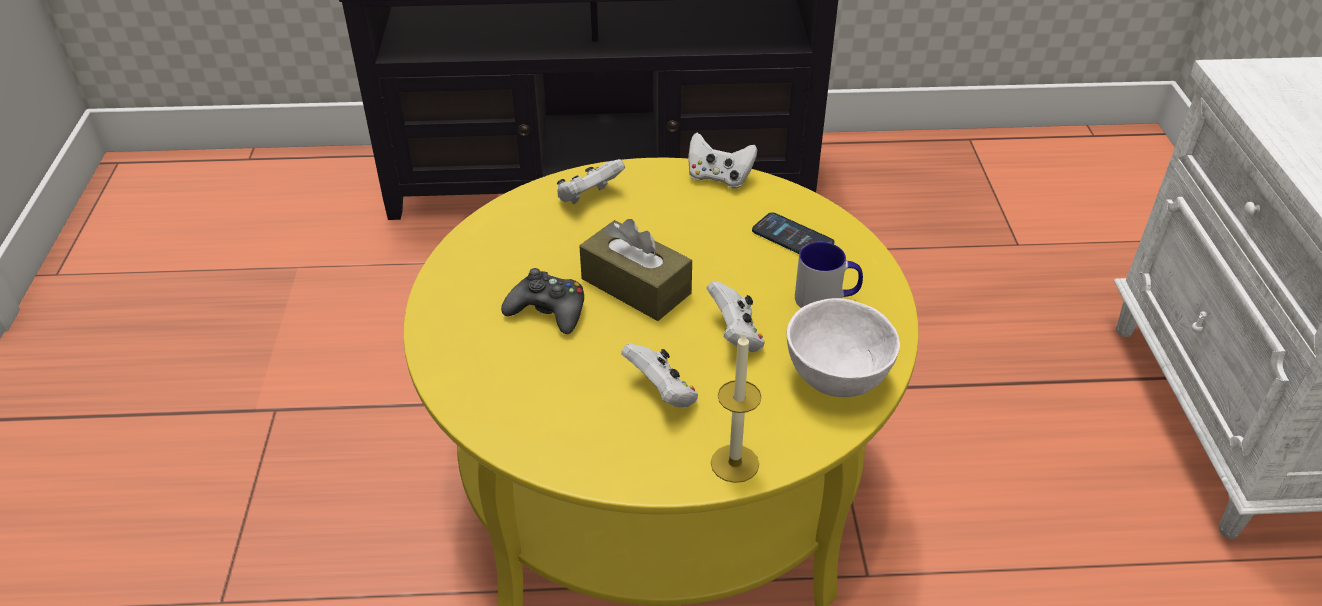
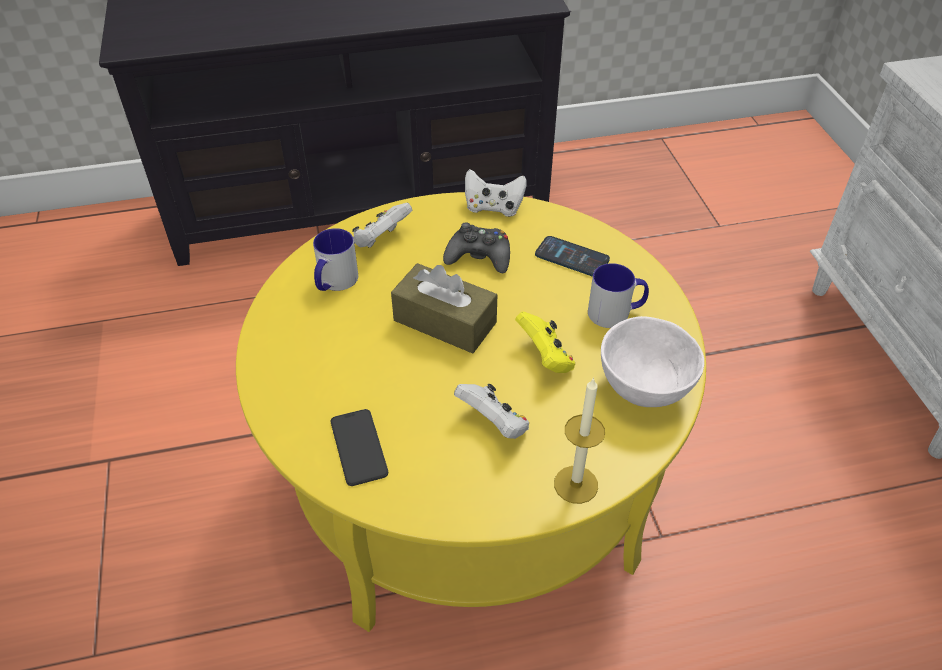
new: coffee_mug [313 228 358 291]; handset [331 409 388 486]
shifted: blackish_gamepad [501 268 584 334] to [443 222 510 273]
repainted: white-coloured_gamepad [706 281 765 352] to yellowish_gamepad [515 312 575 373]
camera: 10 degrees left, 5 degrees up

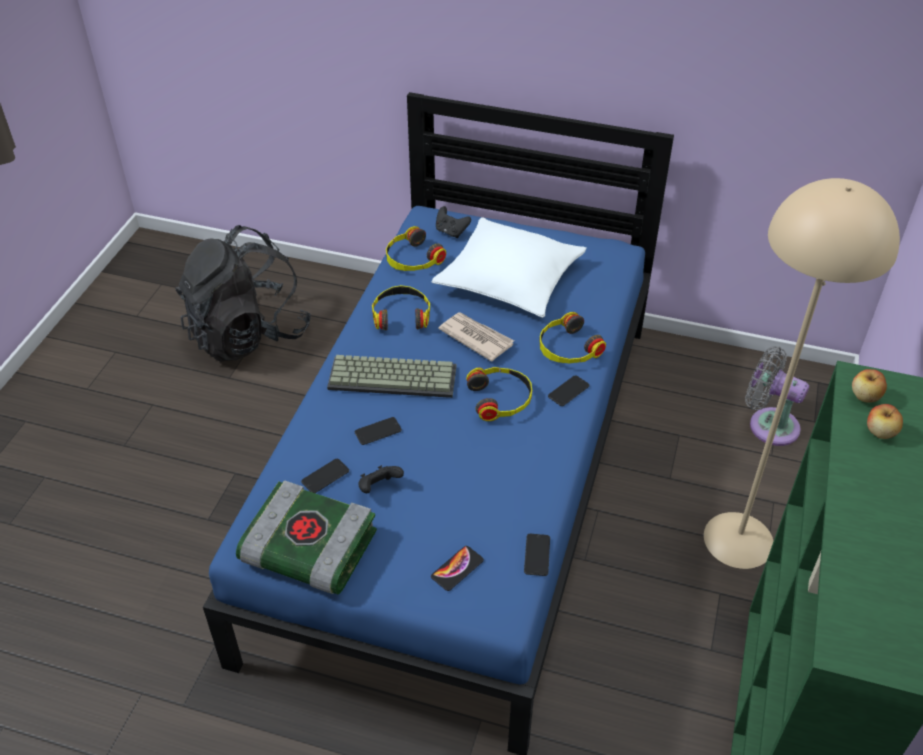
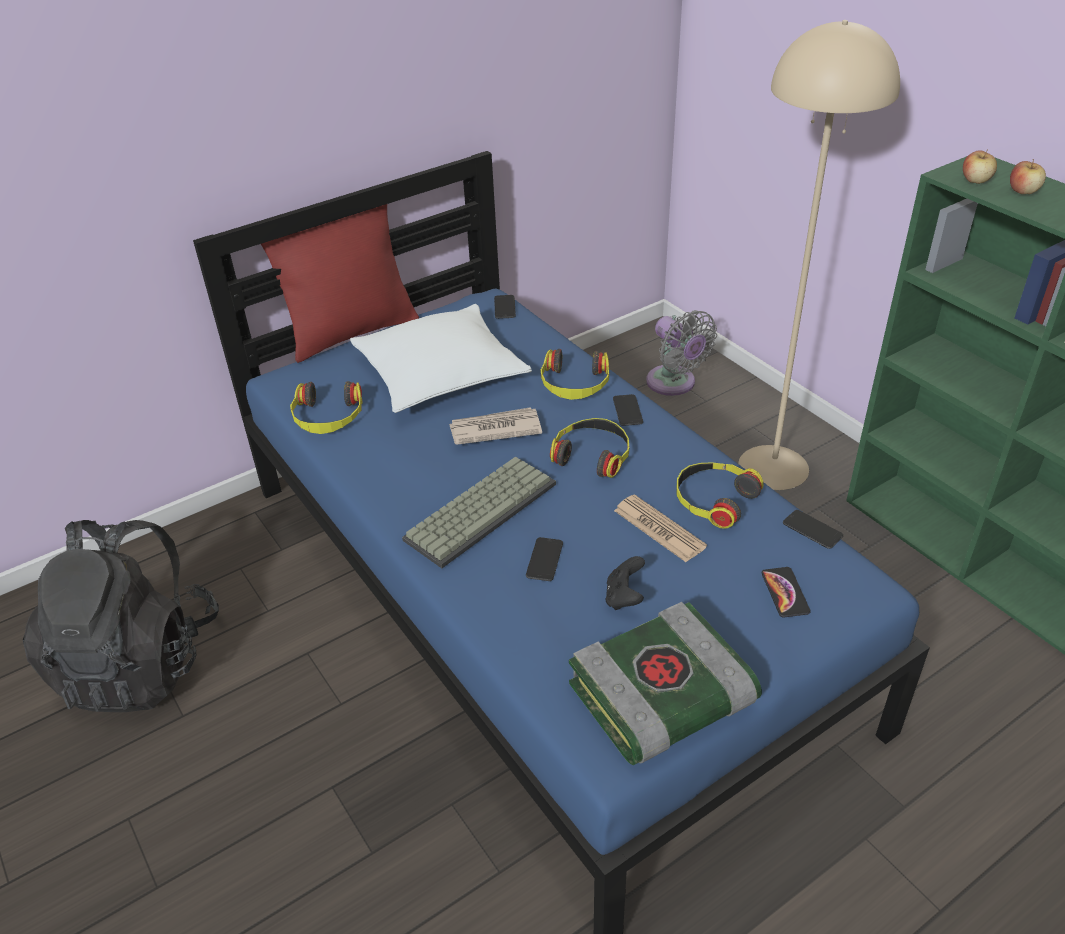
gone: blackish_gamepad [436 206 471 238]
new: reddish_cushion [261 204 419 363]; daily_paper [614 494 707 562]
shifted: handset [301 459 349 493] to [494 295 516 319]; headset [372 285 430 330] to [676 462 764 529]
rotated: gray_cooling_fan [745 346 809 446] = [646 310 717 396] 105 degrees counterclockwise
camera: 50 degrees left, 5 degrees down

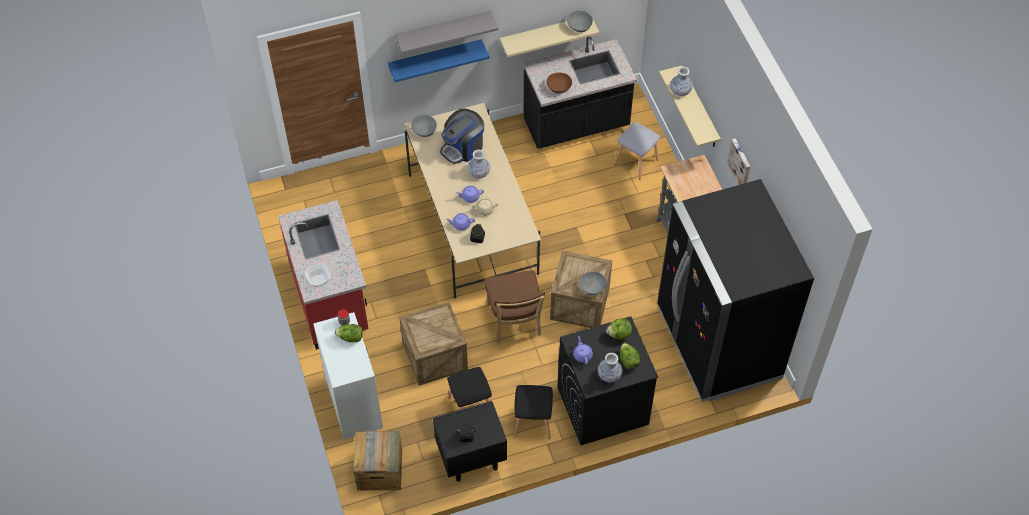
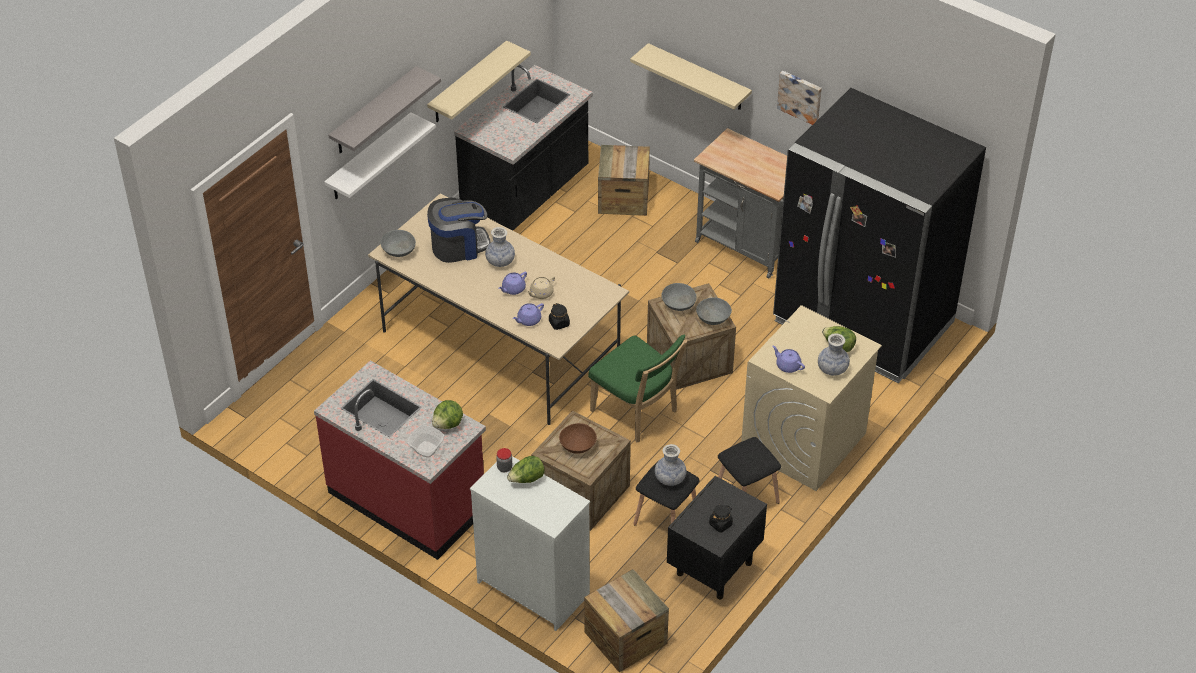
shifted: lettuce [606 318 632 340] to [432 400 463 429]; brown_bowl [546 73 572 93] to [559 423 597 454]; vase [670 66 693 96] to [655 444 686 486]; gray_bowl [567 11 593 32] to [661 283 697 311]
swapped: gray_stool [614 122 660 180] to shipping_crate [598 145 650 216]
repainted: blue-coloured_shelf [388 39 489 82] to white-coloured_shelf [324 112 436 199]; brown_plain_chair [484 270 545 343] to greenish_plain_chair [588 335 688 442]; blackish_laundry_machine [557 316 658 445] to beige_laundry_machine [741 305 882 491]
rotated: coffee_maker [440 108 484 164] = [427 198 491 263] 120 degrees counterclockwise
camera: 35 degrees left, 10 degrees down

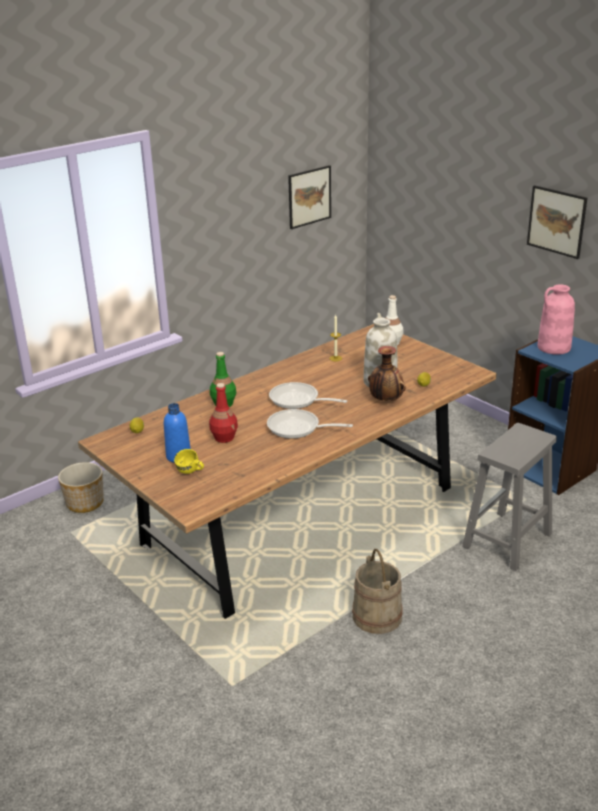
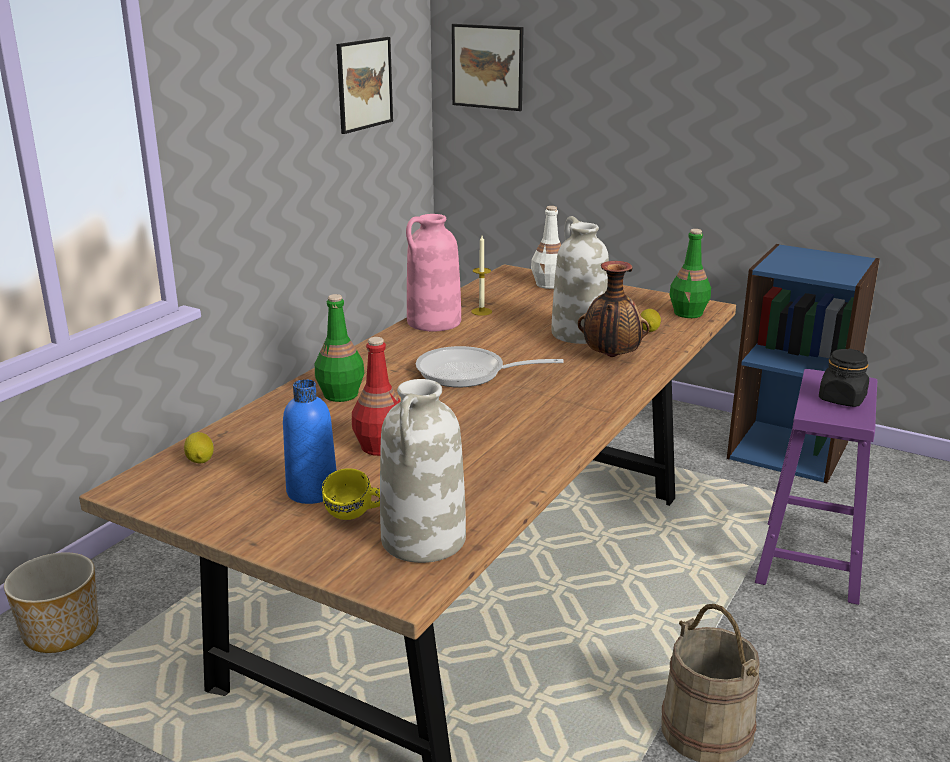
gone: frying_pan [267 409 353 439]
new: white-coloured_vase [380 379 466 563]; greenish_drink_bottle [669 229 711 318]; blackish_storage_jar [819 349 869 407]
shifted: pink-coloured_vase [537 284 575 355] to [406 214 461 332]; wall_art [527 185 587 259] to [452 24 524 111]
repainted: gray_stool [462 423 557 571] to purplish_stool [755 369 877 605]
camera: 20 degrees left, 5 degrees down

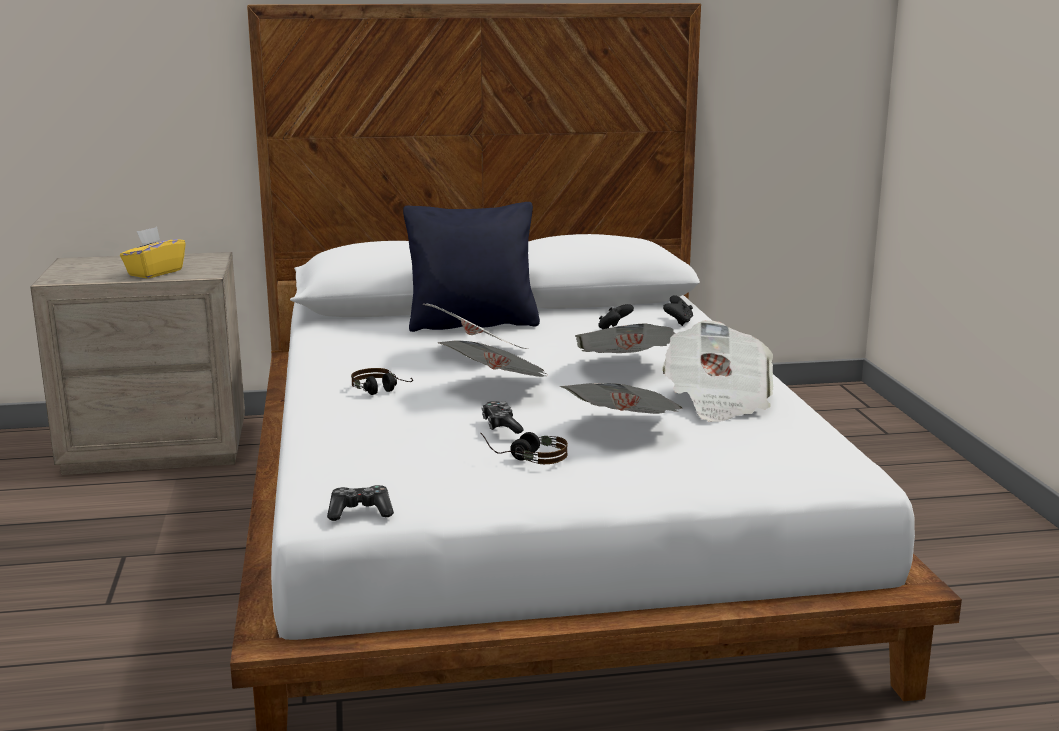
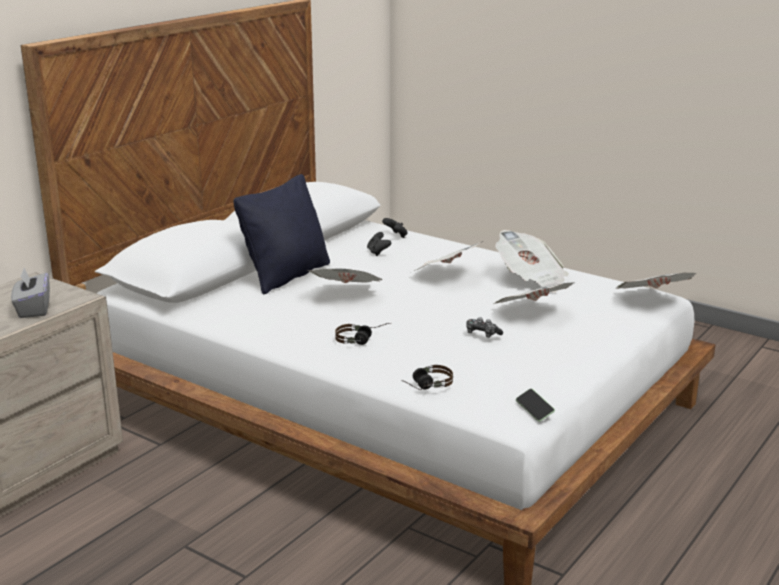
shifted: headset [480 432 568 464] to [401 365 453 390]; daily_paper [438 341 546 377] to [615 272 696 289]
swapped: gamepad [327 485 394 521] to handset [516 389 555 422]
repainted: yellowish_tissue_holder [120 227 186 278] to gray_tissue_holder [11 268 50 318]
camera: 45 degrees left, 5 degrees up

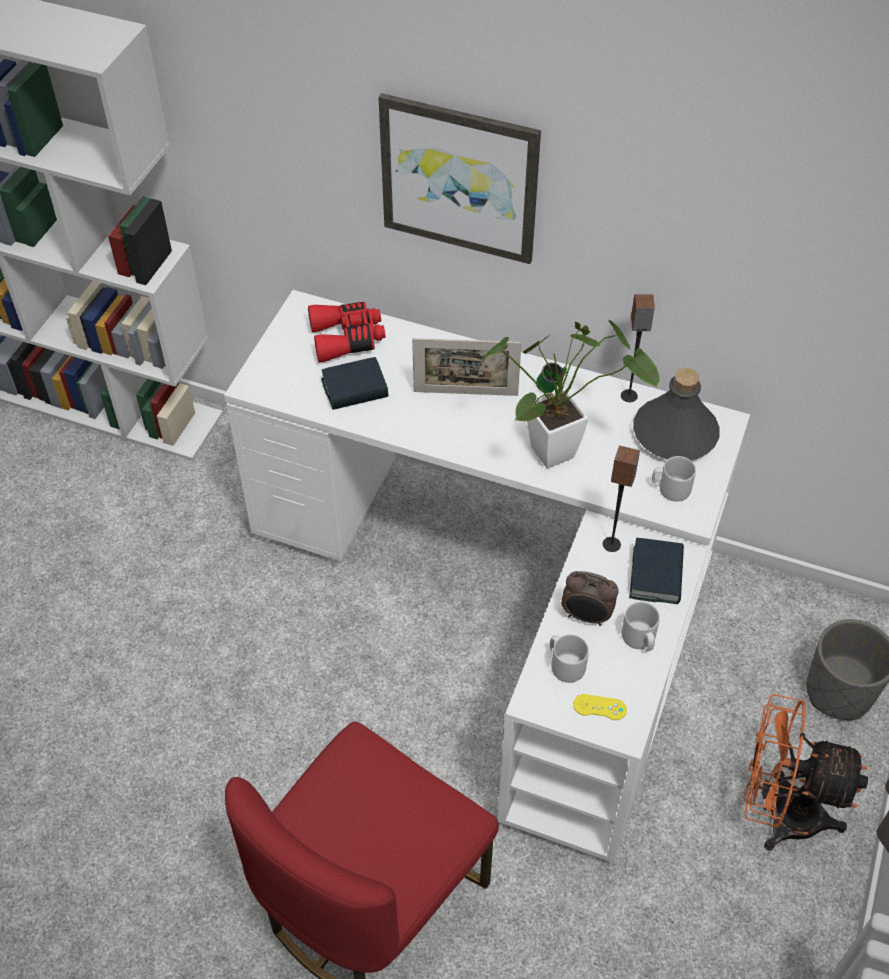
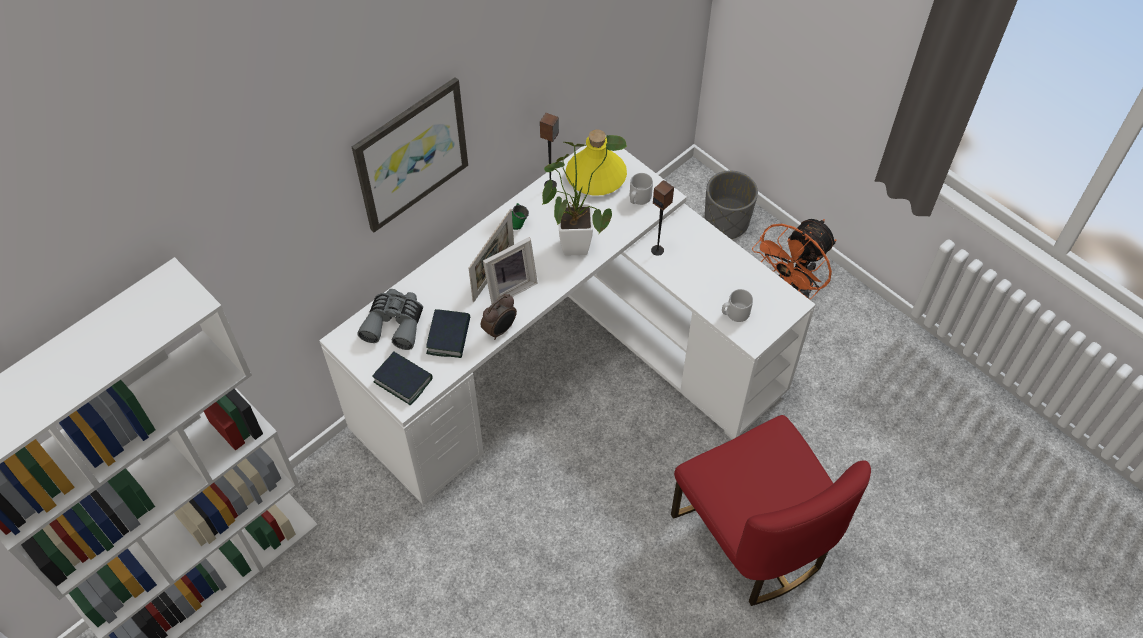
gone: yellowish_gamepad [573 694 627 720]; gray_coffee_mug [622 602 660 651]
new: standing_frame [483 237 538 304]
shifted: volume [629 538 684 604] to [372 352 433 406]; table_clock [561 571 619 626] to [481 294 517 340]
repainted: reddish_binoculars [308 302 386 363] to gray_binoculars [358 289 423 350]; gray_drink_bottle [633 368 720 460] to yellowish_drink_bottle [566 129 627 196]
camera: 65 degrees left, 5 degrees up

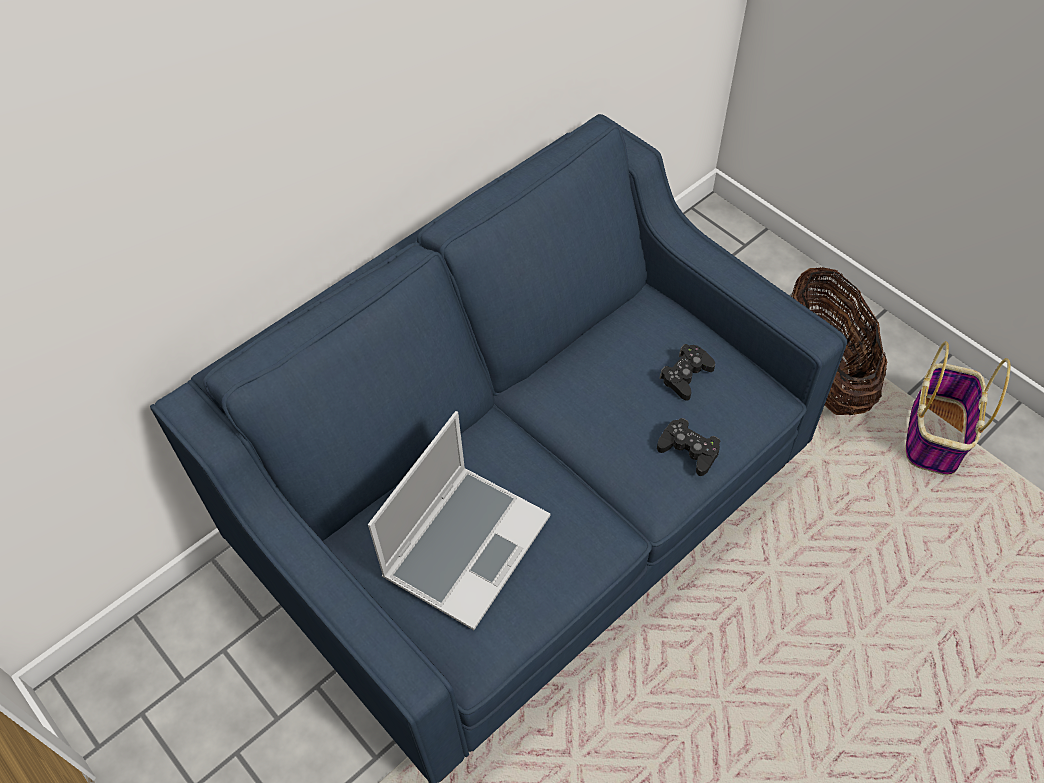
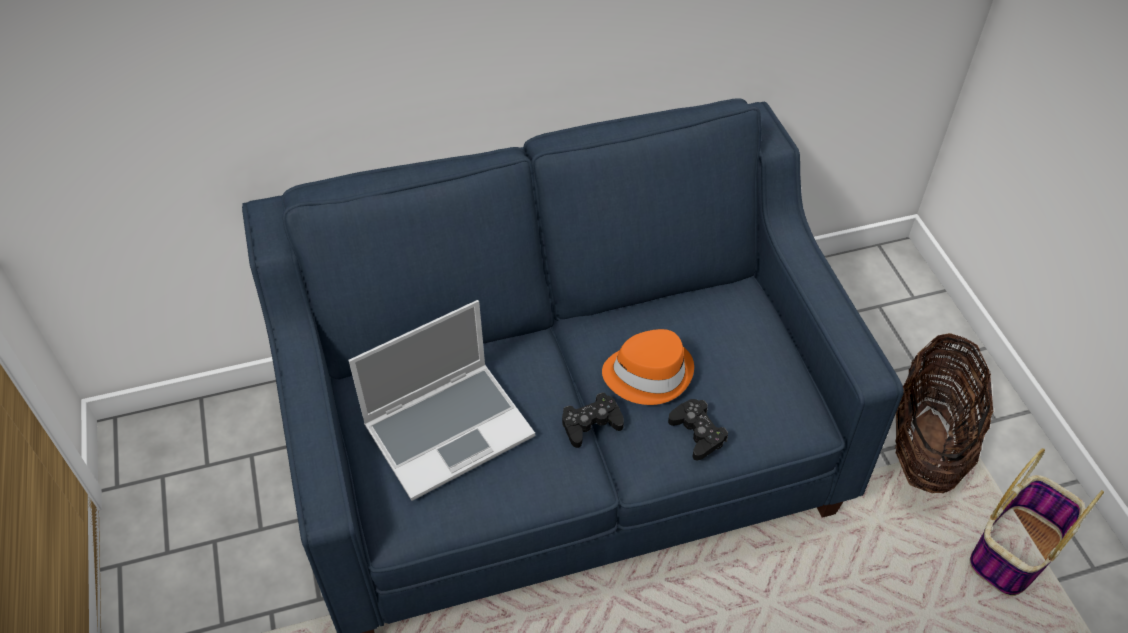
new: orange-coloured_hat [602 329 694 405]
shifted: blackish_gamepad [660 344 715 400] to [562 392 624 448]
camera: 25 degrees right, 5 degrees down

